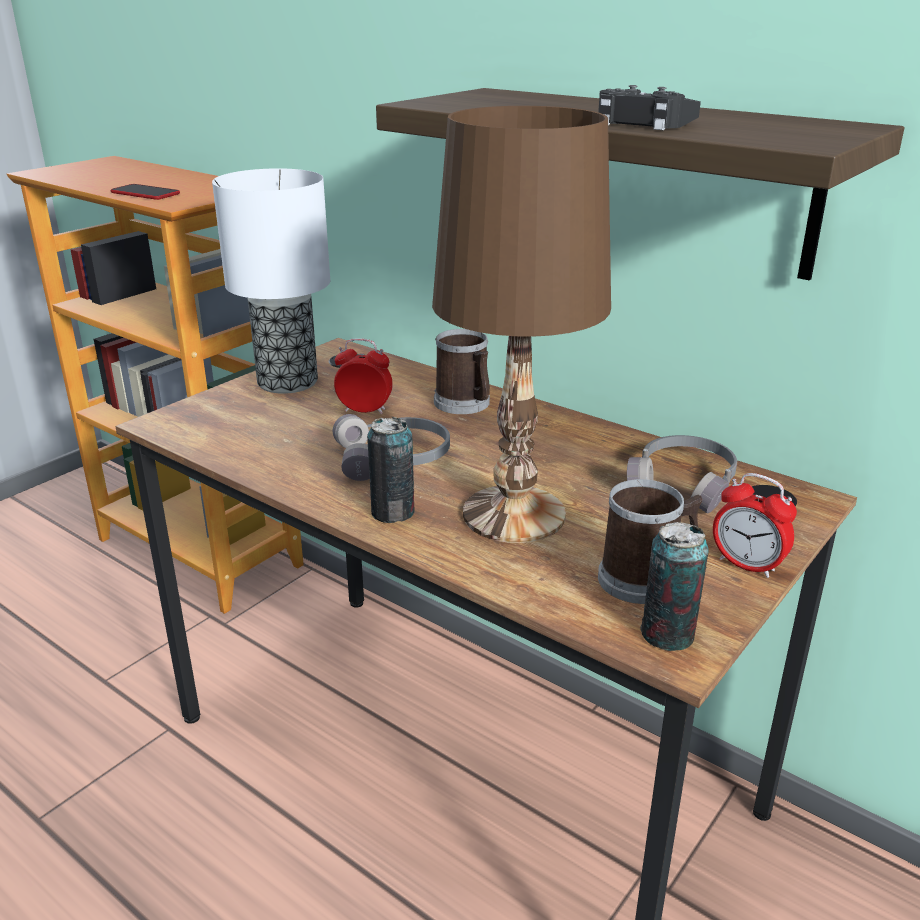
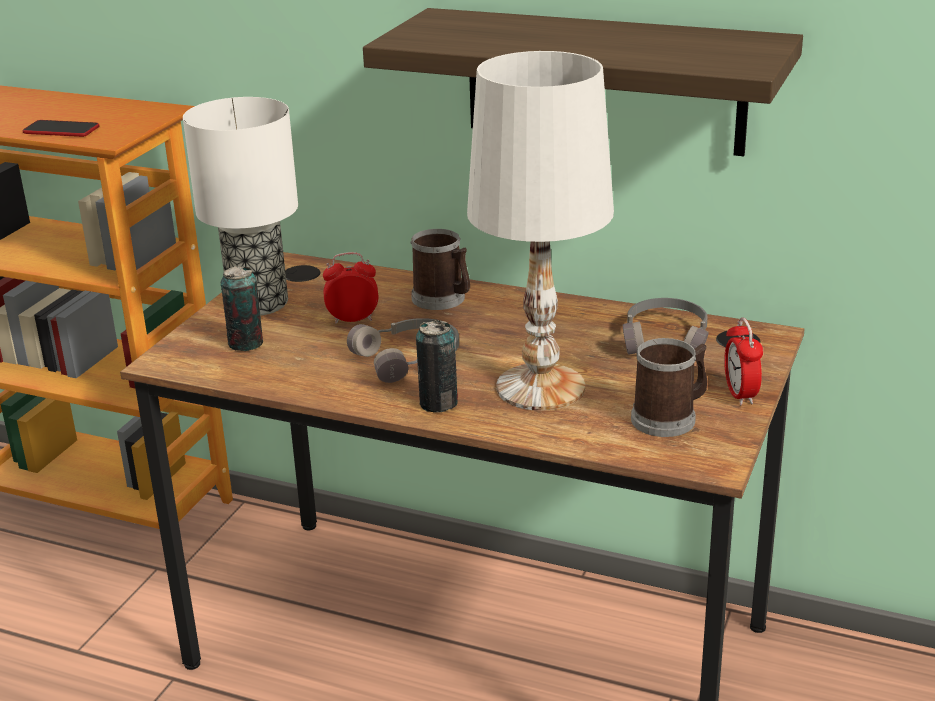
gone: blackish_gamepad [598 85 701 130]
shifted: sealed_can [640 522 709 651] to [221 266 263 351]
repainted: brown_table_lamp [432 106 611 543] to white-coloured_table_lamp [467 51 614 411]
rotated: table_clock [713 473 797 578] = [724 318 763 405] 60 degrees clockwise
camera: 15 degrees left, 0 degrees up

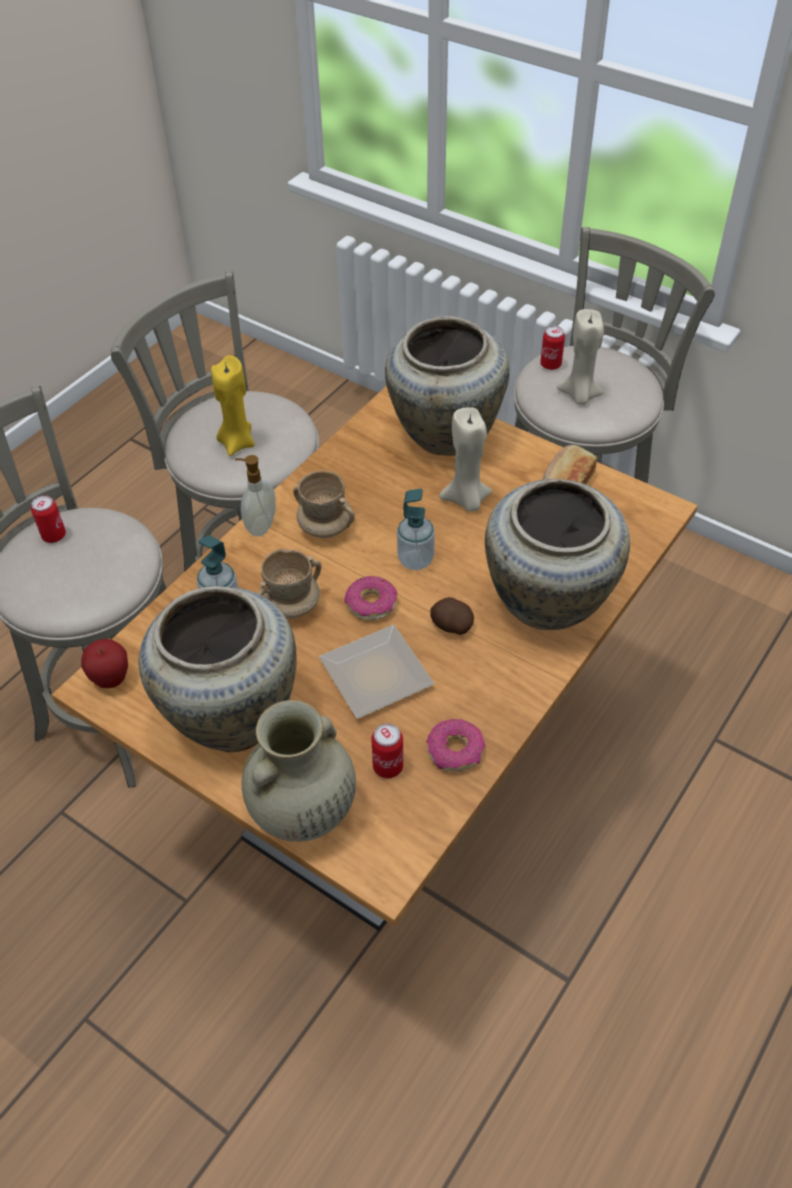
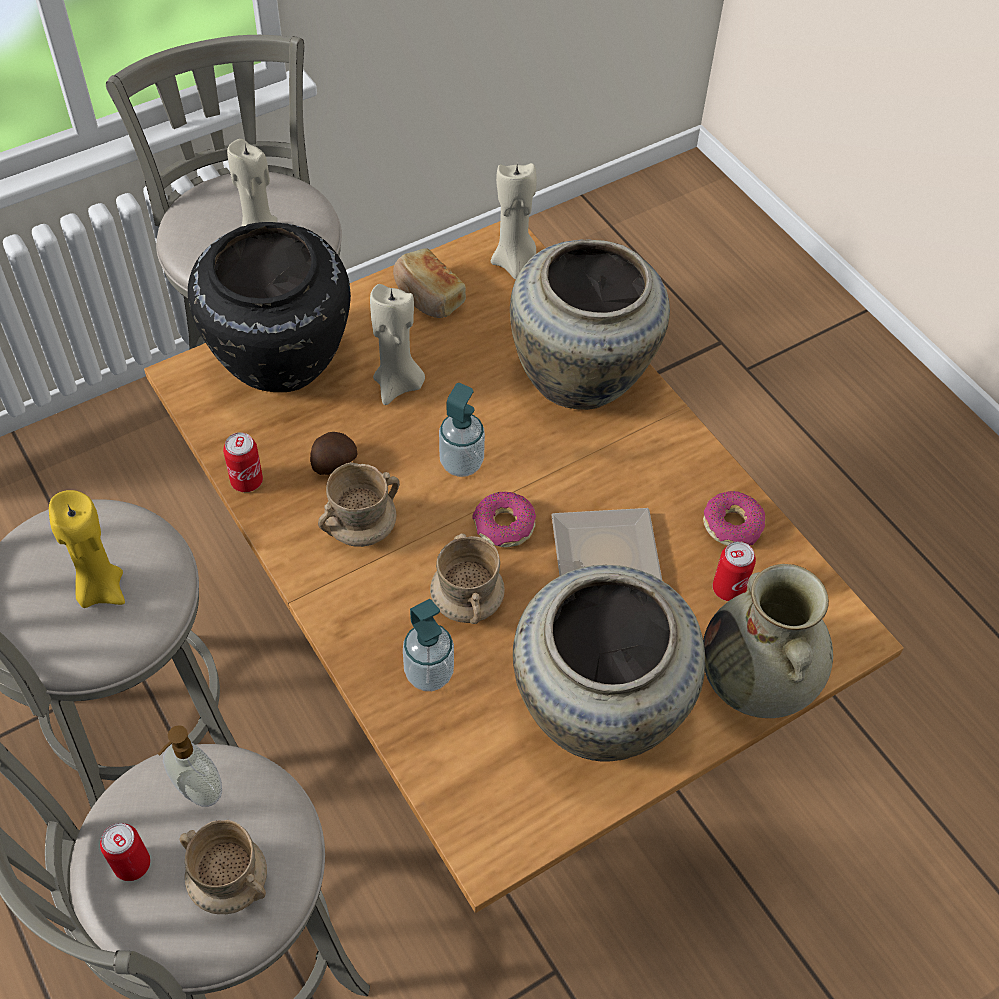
gone: apple [81 639 128 688]
new: beige_coffee_mug [180 820 267 914]; beige_wax_light [491 163 536 280]
shifted: soap_bottle [235 455 276 537] to [158 725 222 807]; sealed_can [540 326 565 370] to [223 432 263 492]; spud [430 597 474 635] to [310 432 357 475]
repainted: beige_vase [385 316 510 456] to blackish_vase [188 222 351 392]
camera: 70 degrees left, 5 degrees up

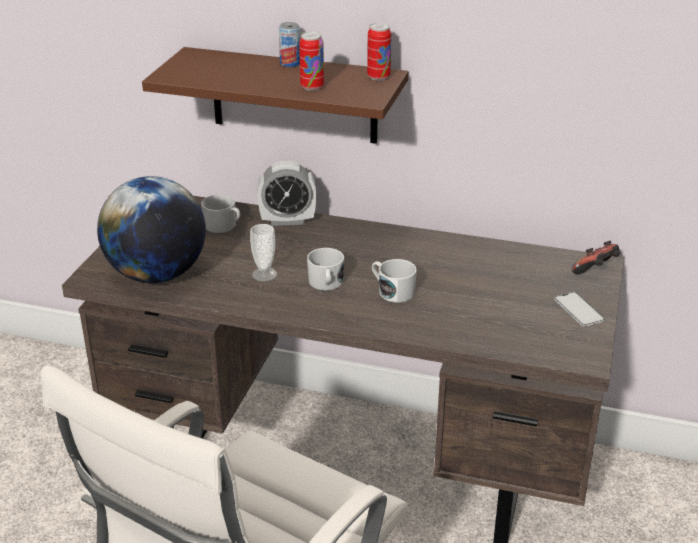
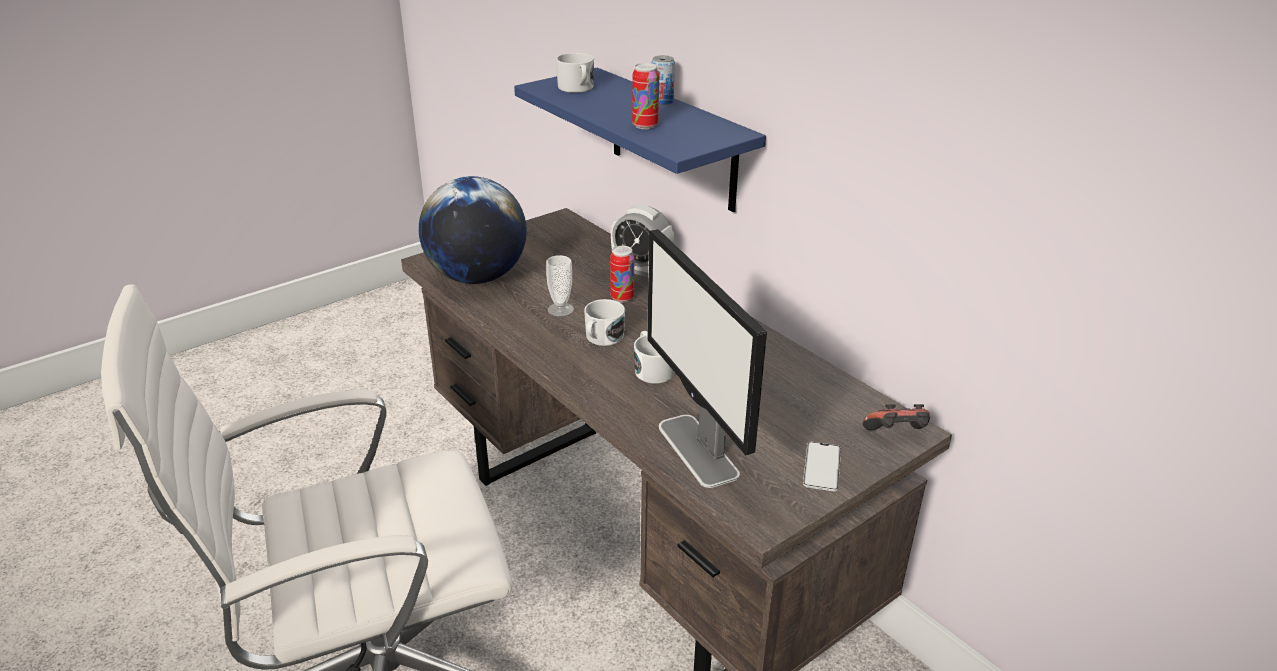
new: computer_screen [647 229 767 488]
shifted: white-coloured_coffee_mug [201 194 240 233] to [556 53 594 93]; sealed_can [367 23 391 81] to [610 246 634 303]
repainted: brown_shelf [142 47 408 144] to blue-coloured_shelf [514 68 766 212]
camera: 35 degrees right, 0 degrees up

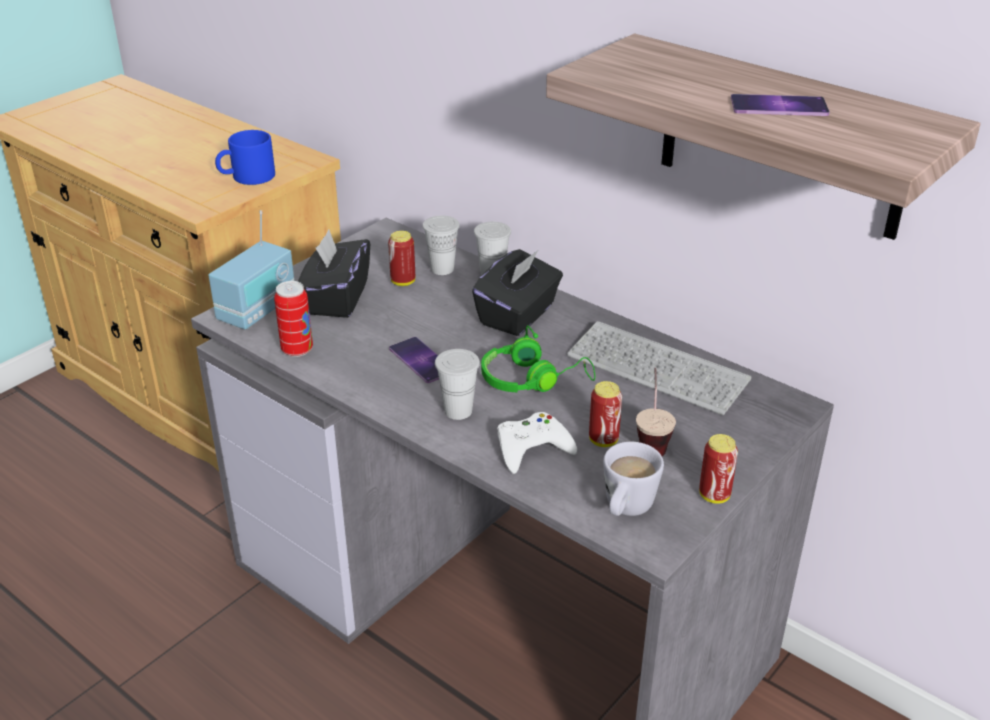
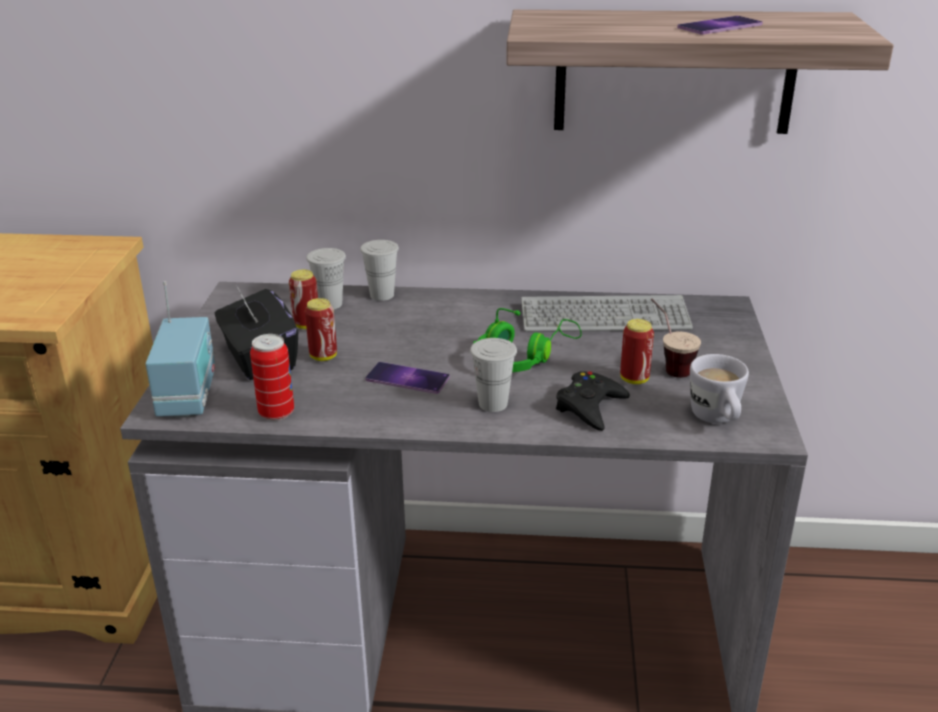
gone: blue-coloured_coffee_mug [215 130 275 185]; blackish_tissue_holder [472 249 563 336]
shifted: sealed_can [699 434 738 504] to [305 298 337 361]
repainted: white-coloured_gamepad [497 412 577 474] to blackish_gamepad [556 371 630 431]
camera: 35 degrees left, 5 degrees down

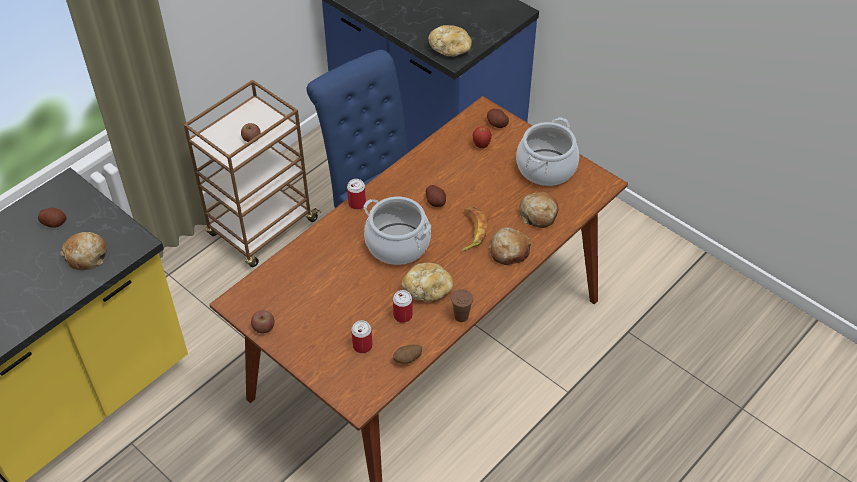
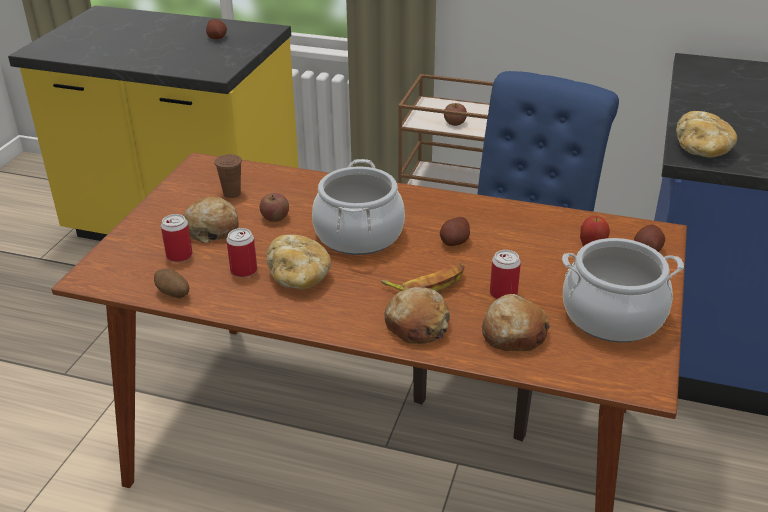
shifted: baked_bread [60 232 107 271] to [183 196 239 243]; brown_small_cup [451 289 473 322] to [214 154 242 198]; apple [251 310 275 334] to [260 193 289 222]; sealed_can [347 179 366 210] to [490 250 521 299]
camera: 65 degrees right, 15 degrees down

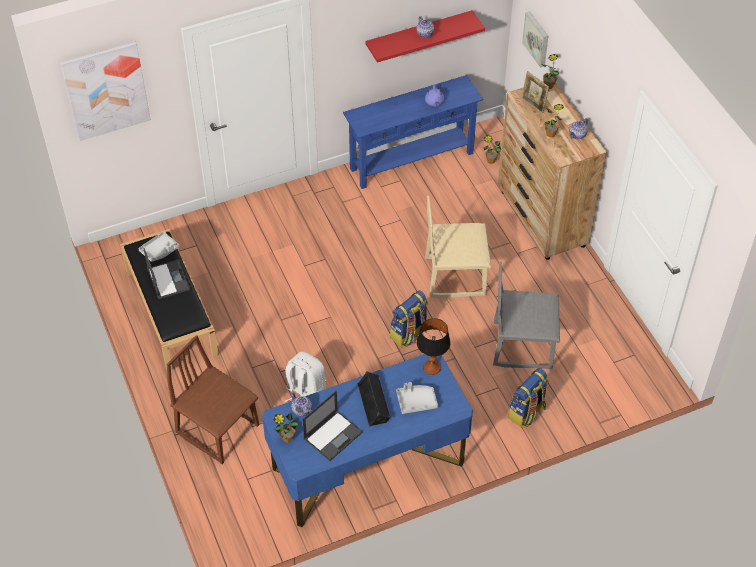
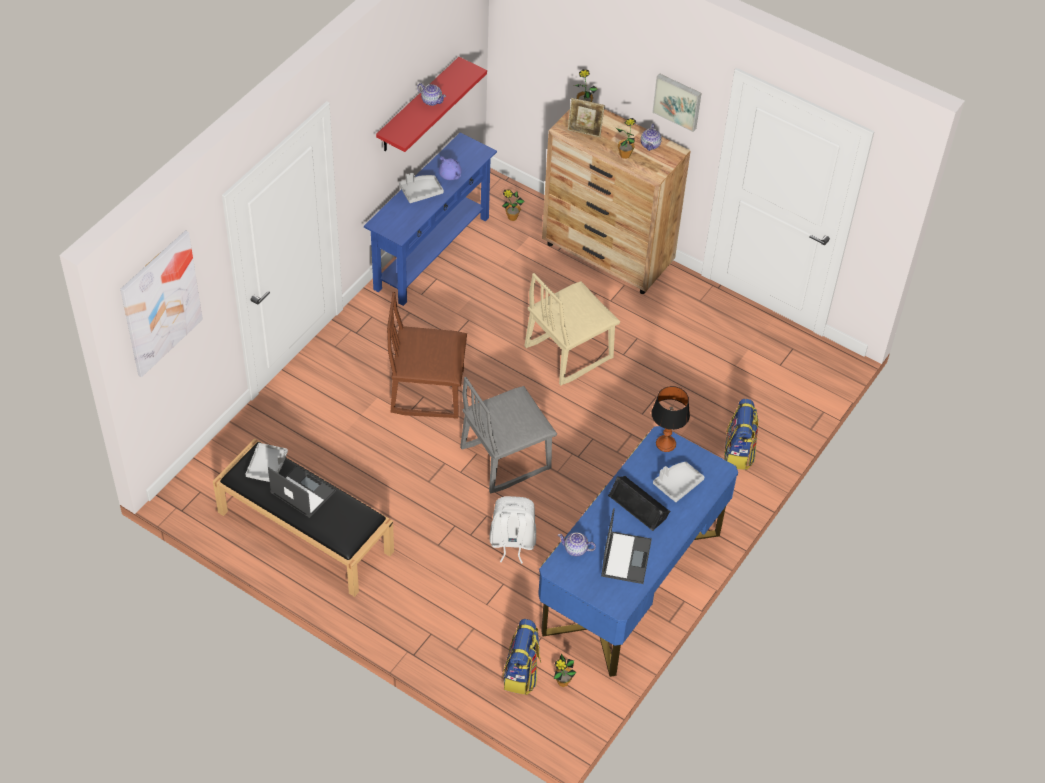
new: gray_carrying_tray [399 173 444 203]
shifted: brown_plain_chair [166 335 259 464] to [387 292 467 419]; gray_plain_chair [493 262 560 369] to [460 377 557 494]; knapsack [390 290 428 348] to [503 619 541 695]; houseplant [273 413 299 443] to [554 653 576 687]; wall_art [522 11 548 68] to [652 74 702 132]
camera: 35 degrees left, 0 degrees up

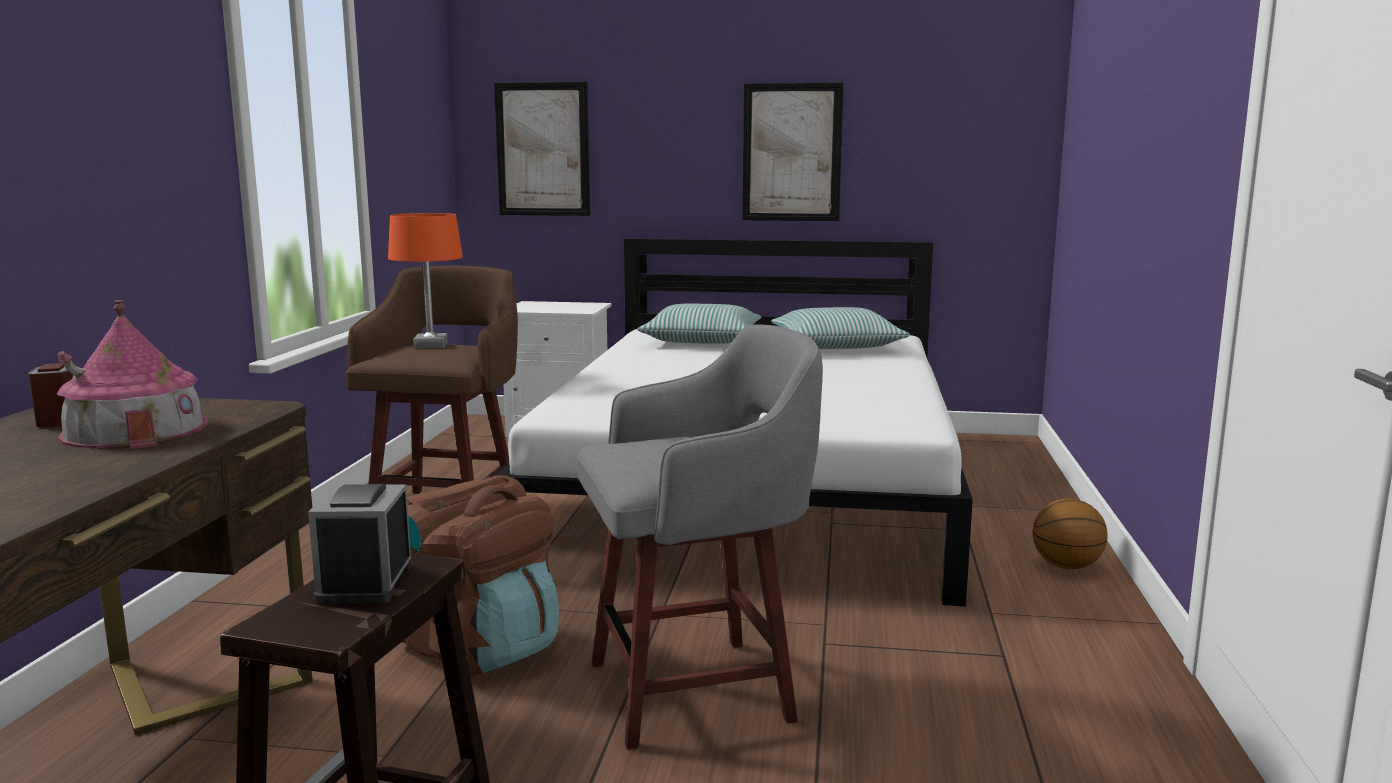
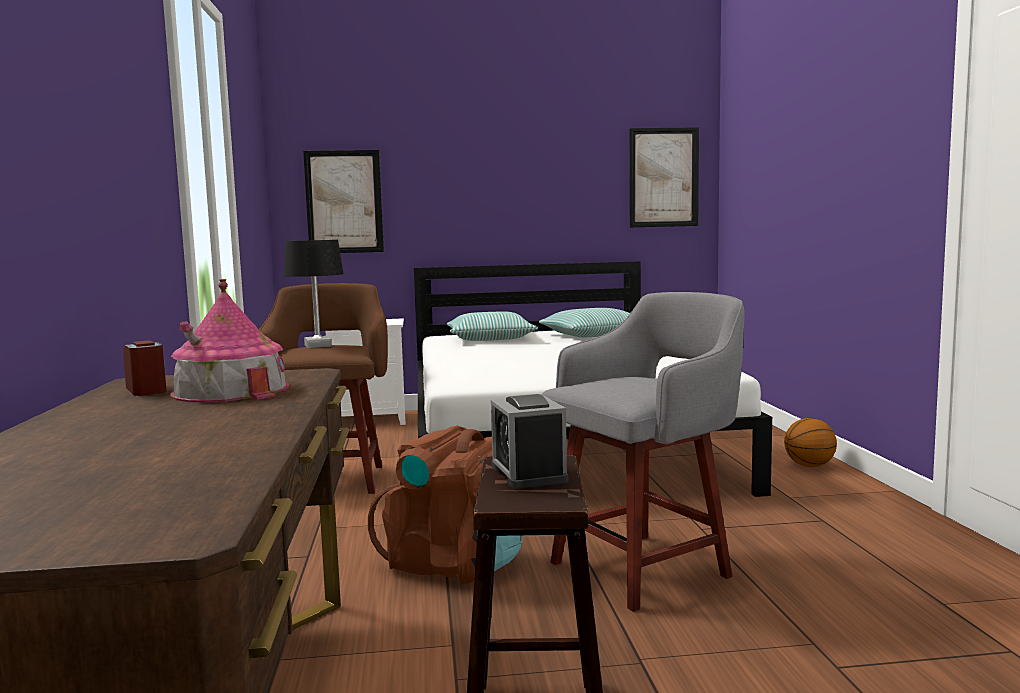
shifted: wall_art [742 82 844 221] to [629 127 699 227]
repainted: orange-coloured_table_lamp [388 213 463 349] to blackish_table_lamp [284 240 344 348]
camera: 15 degrees left, 5 degrees down

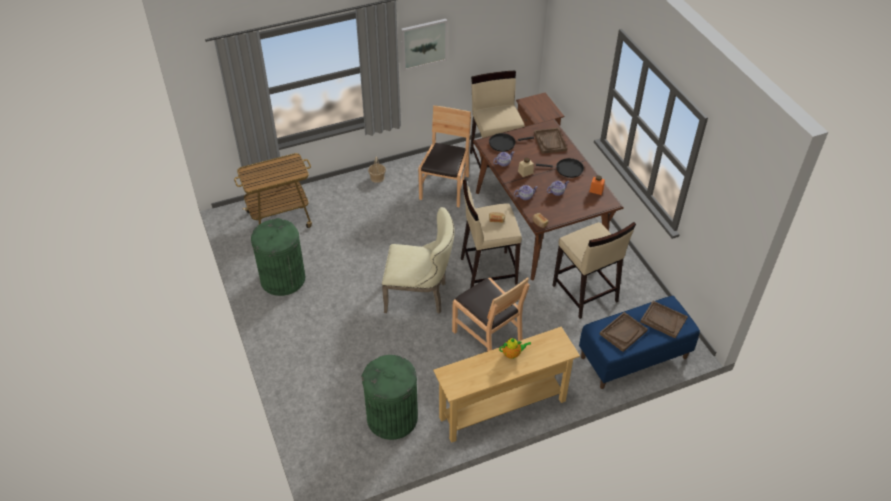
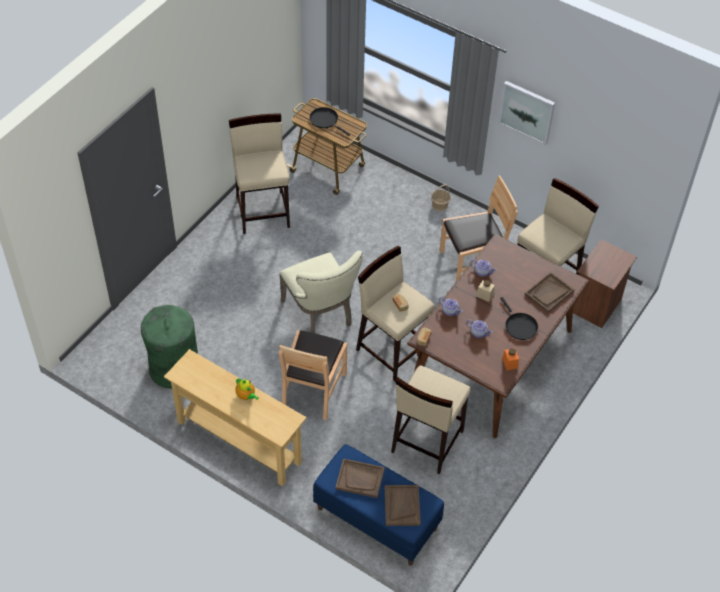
shifted: blackish_frying_pan [489 133 534 152] to [310 107 350 136]
swapped: greenish_trash_can [251 218 305 296] to beige_stool [229 113 290 234]
camera: 55 degrees right, 5 degrees up

